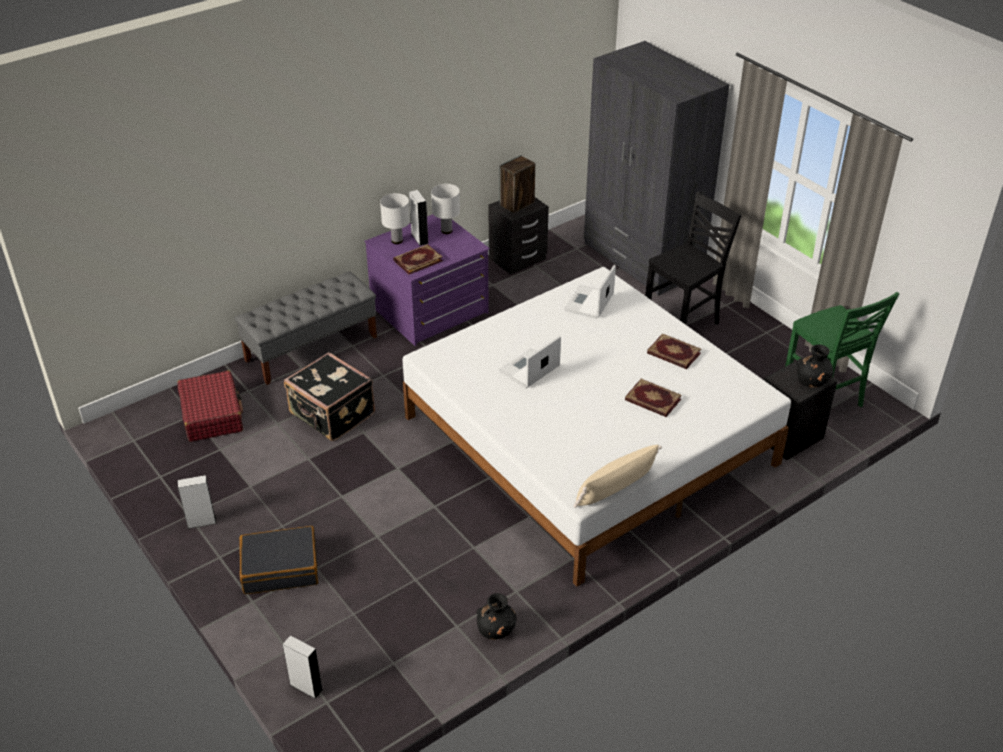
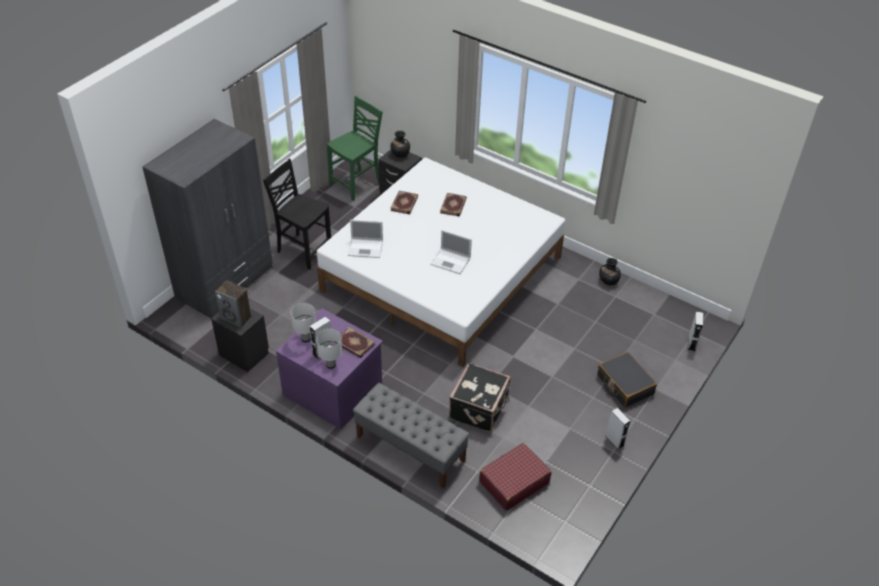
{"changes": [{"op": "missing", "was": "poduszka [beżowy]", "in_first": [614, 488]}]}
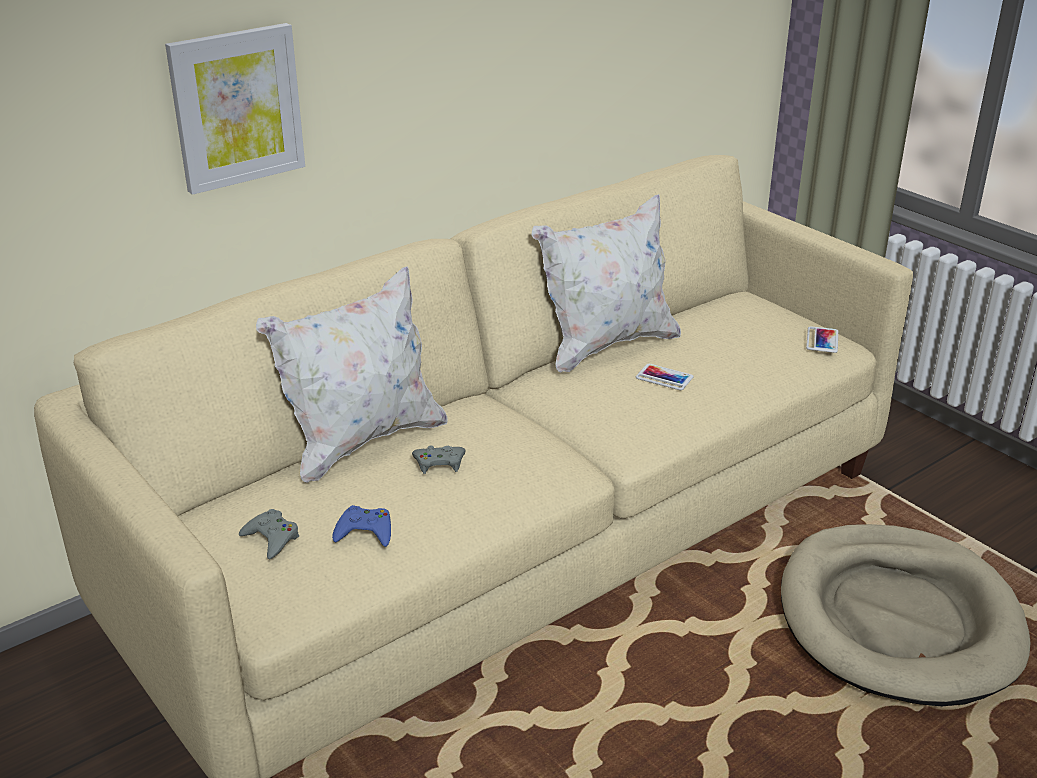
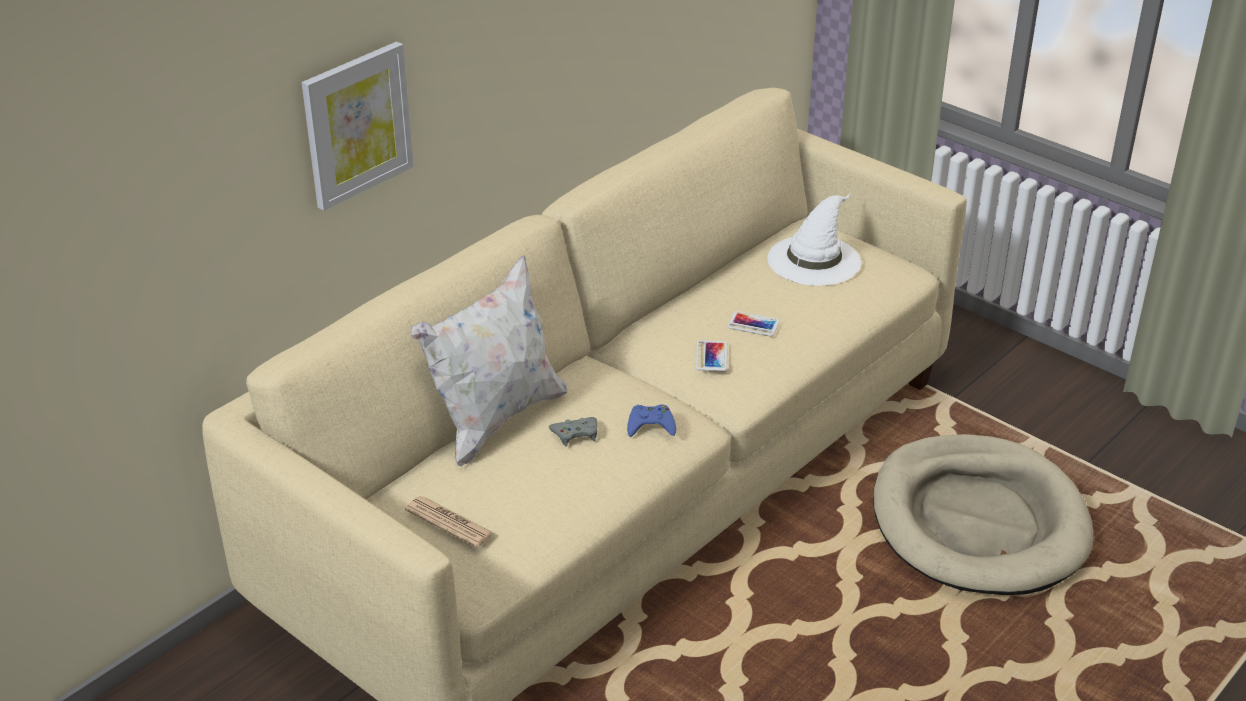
{"changes": [{"op": "exchanged", "was": "pad do gier [szary]", "now": "gazeta", "in_first": [271, 538], "in_second": [449, 522]}, {"op": "relocated", "was": "pad do gier [niebieski]", "in_first": [365, 532], "in_second": [651, 425]}, {"op": "missing", "was": "poduszka [biały]", "in_first": [606, 345]}, {"op": "relocated", "was": "telefon", "in_first": [822, 340], "in_second": [711, 356]}, {"op": "appeared", "now": "kapelusz [biały]", "in_second": [814, 259]}]}
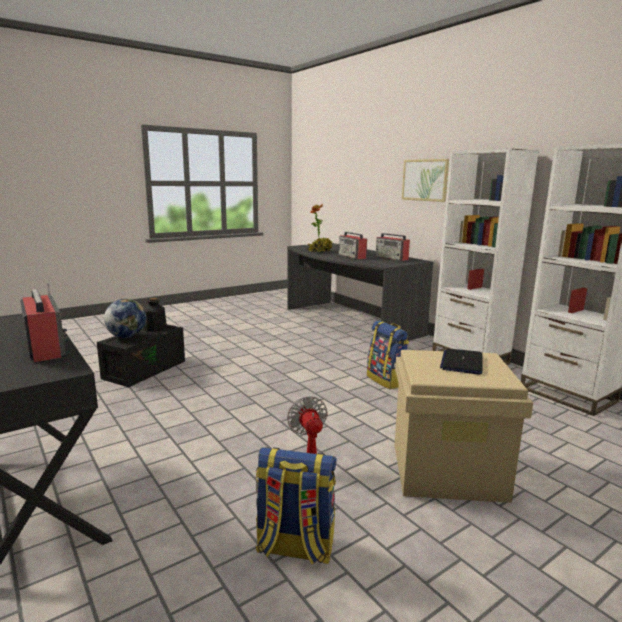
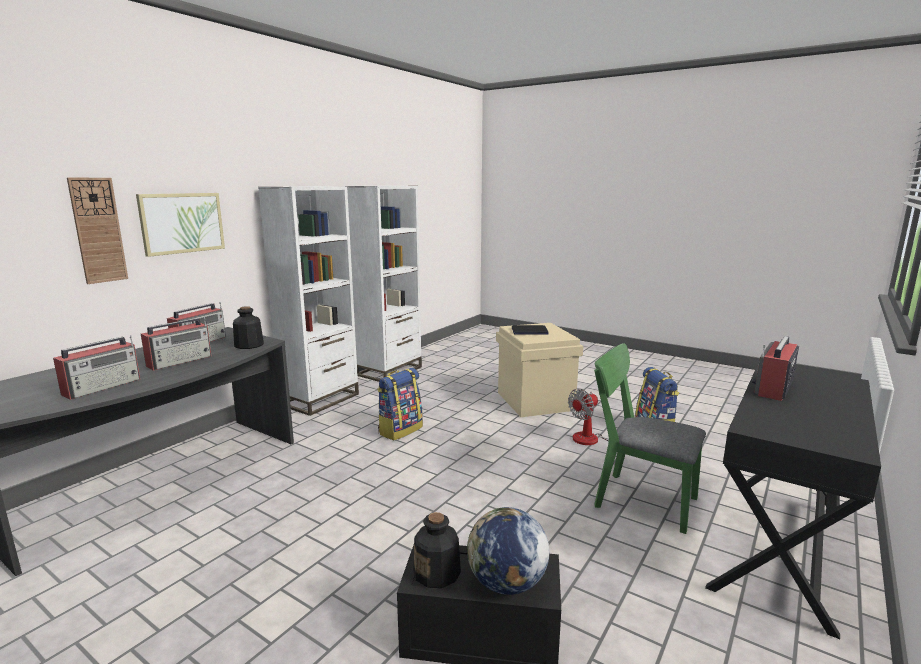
{"changes": [{"op": "exchanged", "was": "roślina doniczkowa", "now": "radio", "in_first": [320, 251], "in_second": [103, 387]}, {"op": "appeared", "now": "zegar ścienny", "in_second": [98, 230]}, {"op": "appeared", "now": "butelka", "in_second": [249, 345]}, {"op": "appeared", "now": "krzesło [zielony]", "in_second": [637, 499]}]}
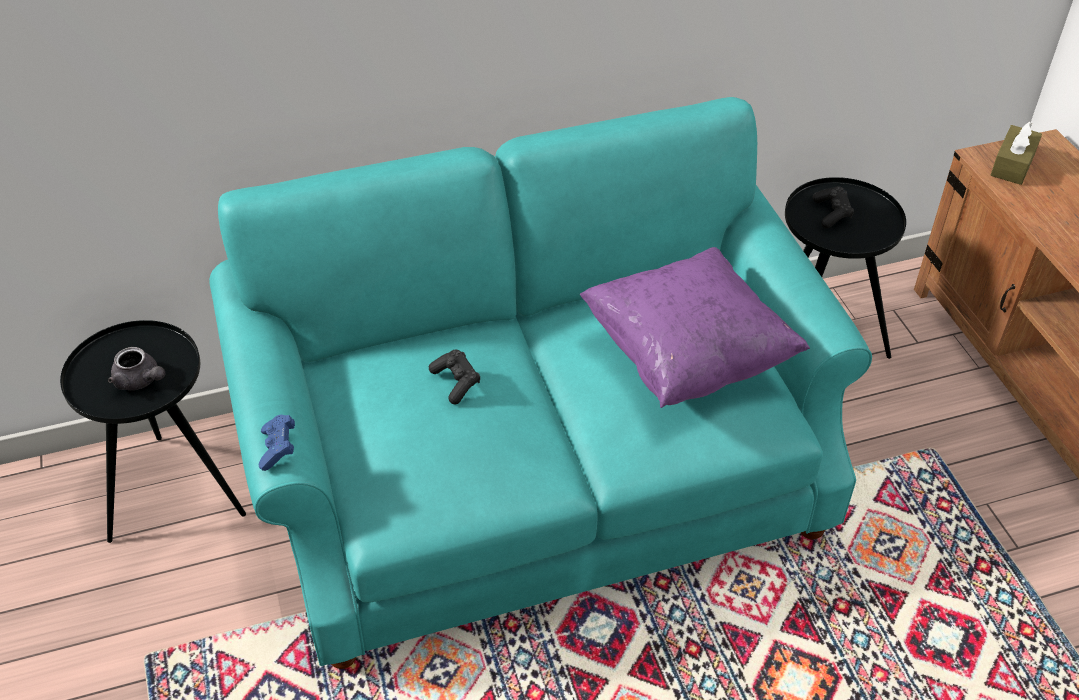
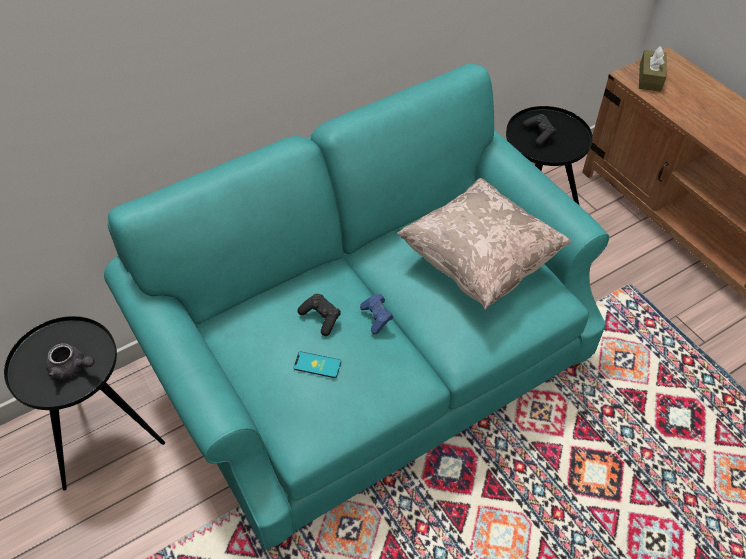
{"changes": [{"op": "relocated", "was": "pad do gier [niebieski]", "in_first": [278, 449], "in_second": [377, 318]}, {"op": "colour", "was": "poduszka [fioletowy]", "now": "poduszka [beżowy]", "in_first": [687, 356], "in_second": [479, 262]}, {"op": "appeared", "now": "telefon", "in_second": [317, 365]}]}
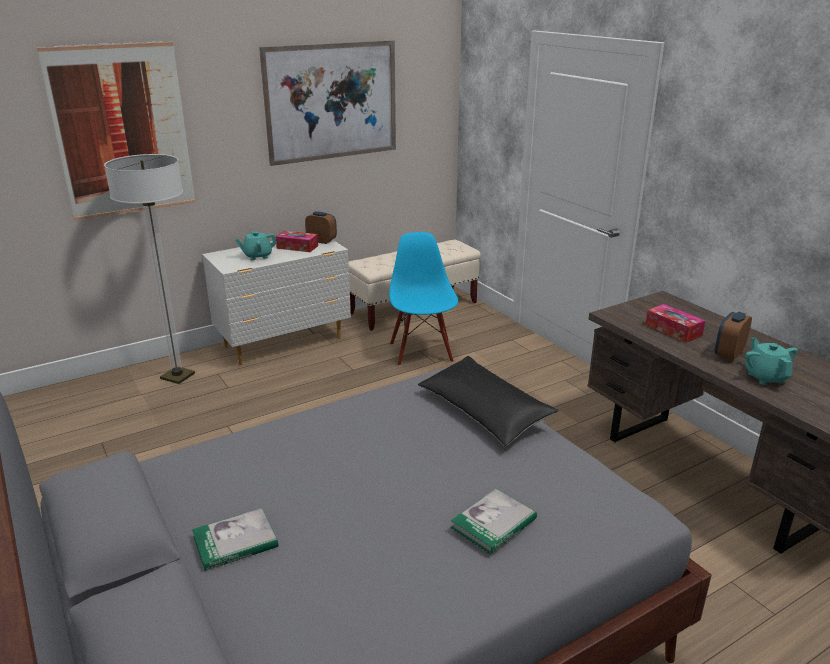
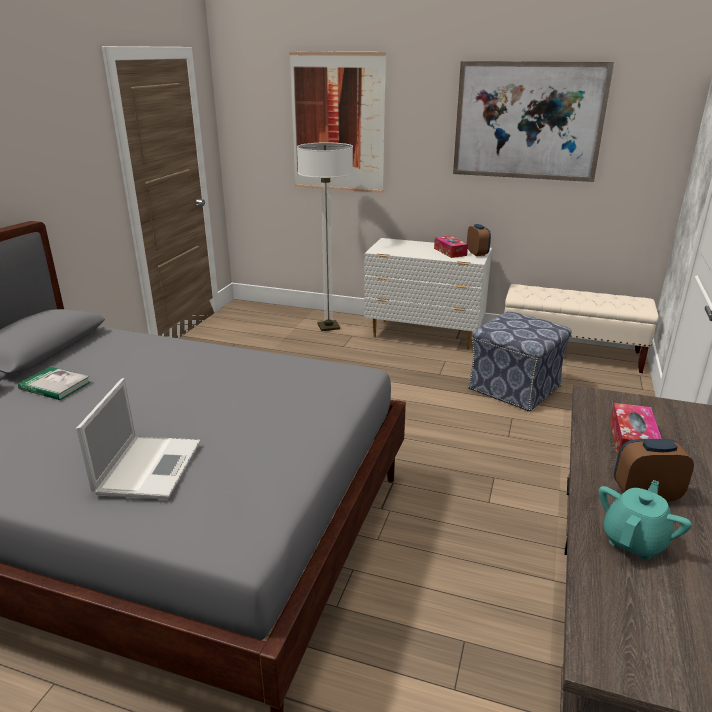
{"changes": [{"op": "missing", "was": "imbryk [turkusowy]", "in_first": [257, 256]}, {"op": "exchanged", "was": "krzesło [niebieski]", "now": "pufa", "in_first": [422, 352], "in_second": [515, 388]}, {"op": "missing", "was": "poduszka [czarny]", "in_first": [484, 411]}, {"op": "exchanged", "was": "książka", "now": "laptop", "in_first": [493, 523], "in_second": [149, 466]}]}
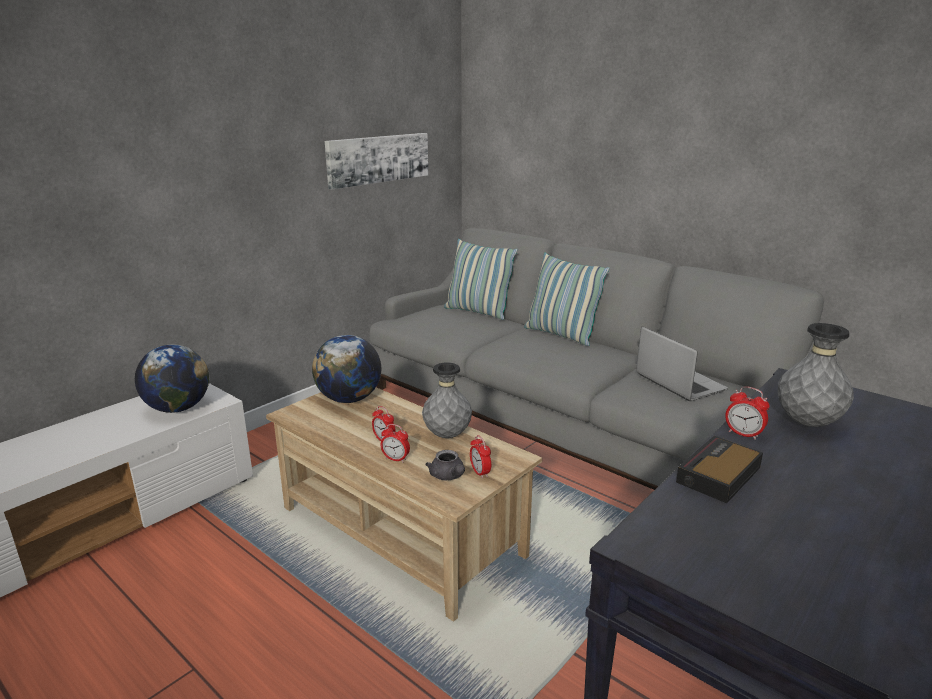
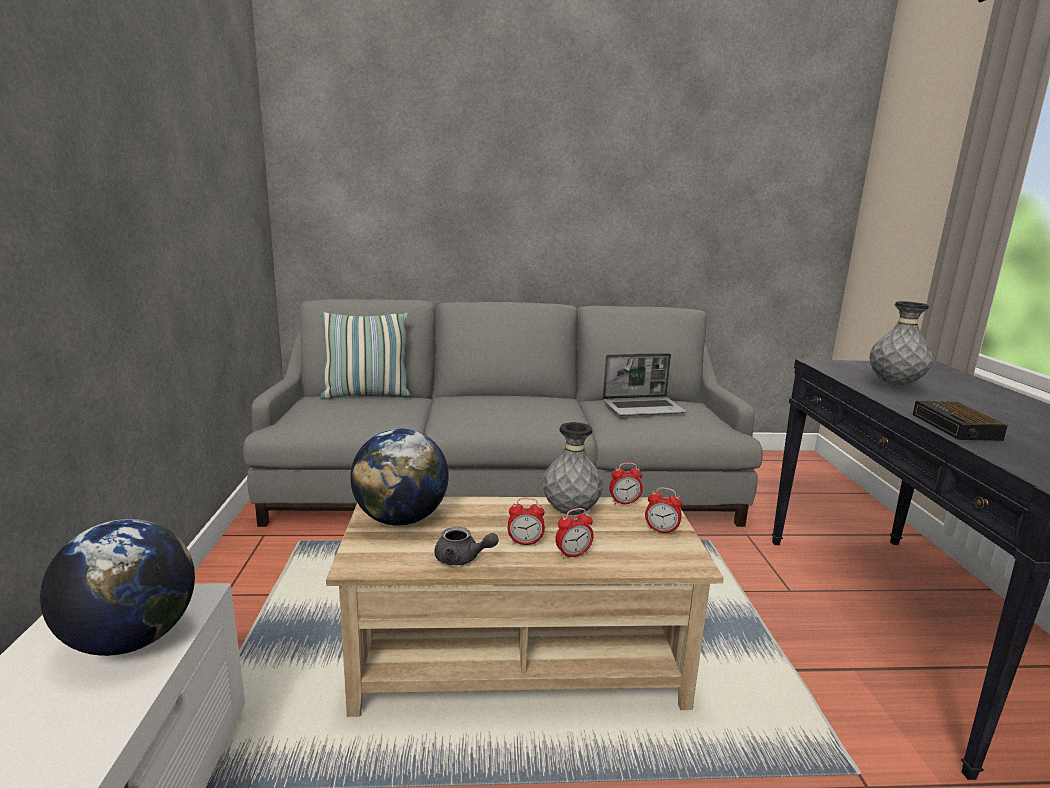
{"changes": [{"op": "missing", "was": "obraz", "in_first": [378, 159]}, {"op": "relocated", "was": "imbryk [szary]", "in_first": [448, 476], "in_second": [462, 559]}, {"op": "missing", "was": "poduszka", "in_first": [561, 334]}, {"op": "spun", "was": "laptop", "in_first": [678, 382], "in_second": [643, 408], "clockwise": 150}, {"op": "relocated", "was": "budzik", "in_first": [743, 434], "in_second": [624, 502]}]}
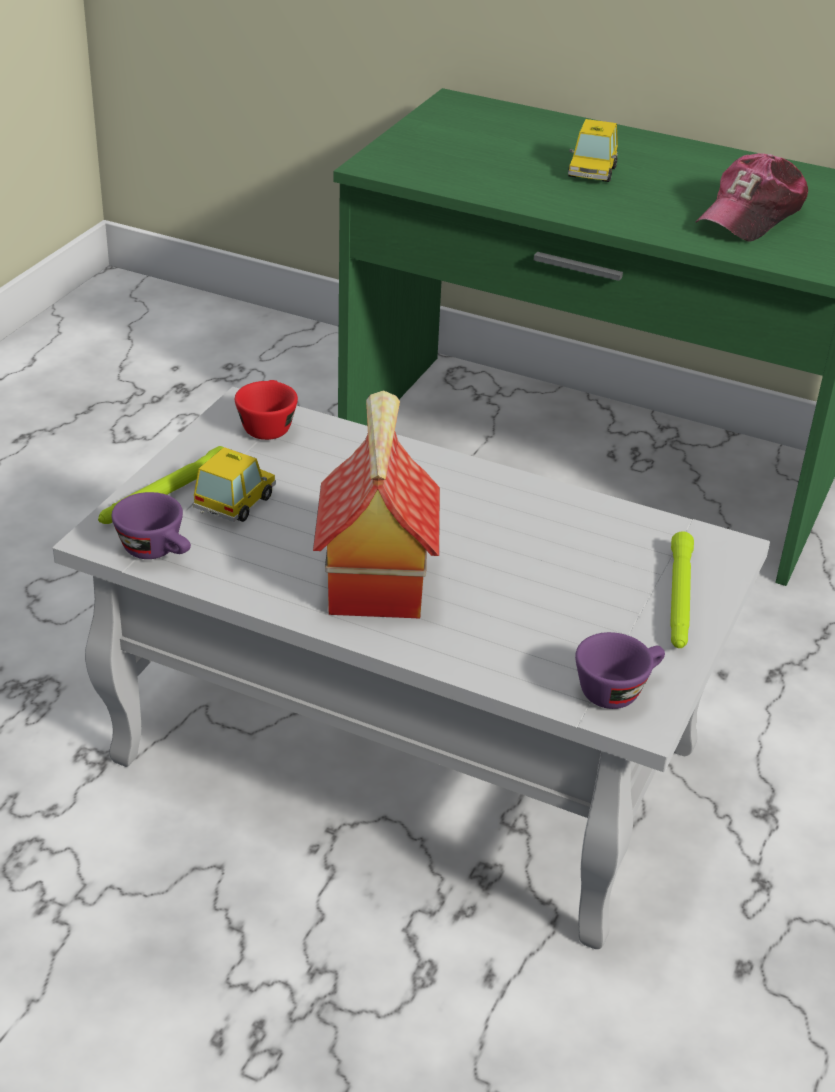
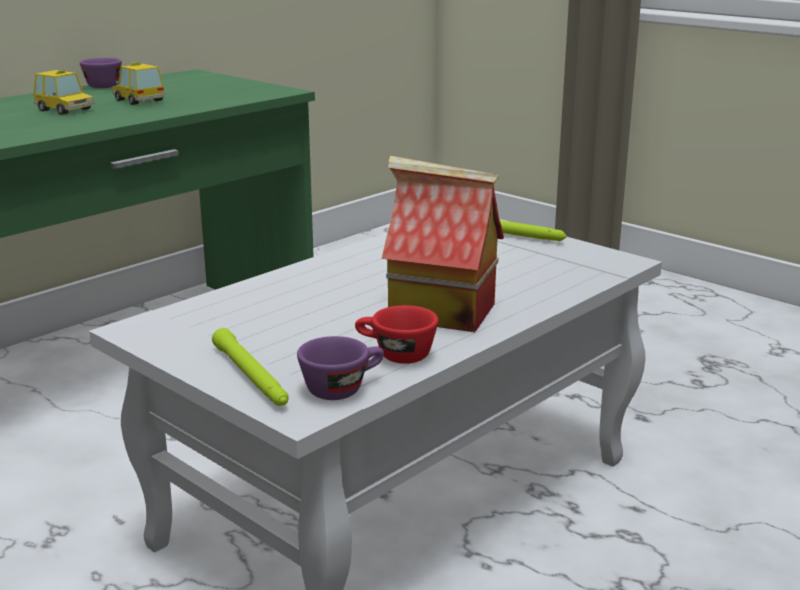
{"changes": [{"op": "relocated", "was": "samochodzik", "in_first": [235, 502], "in_second": [139, 100]}, {"op": "relocated", "was": "filiżanka [czerwony]", "in_first": [267, 425], "in_second": [395, 355]}, {"op": "relocated", "was": "filiżanka [fioletowy]", "in_first": [617, 689], "in_second": [103, 85]}, {"op": "missing", "was": "czapka z daszkiem", "in_first": [751, 215]}]}
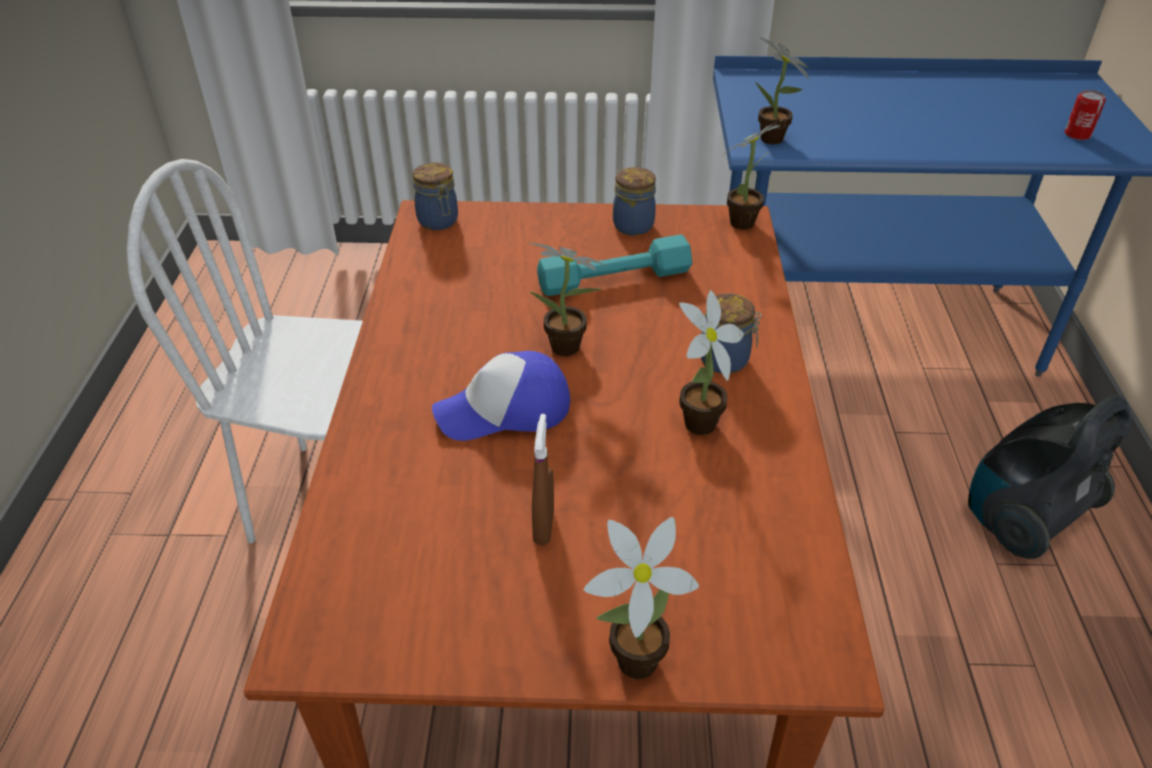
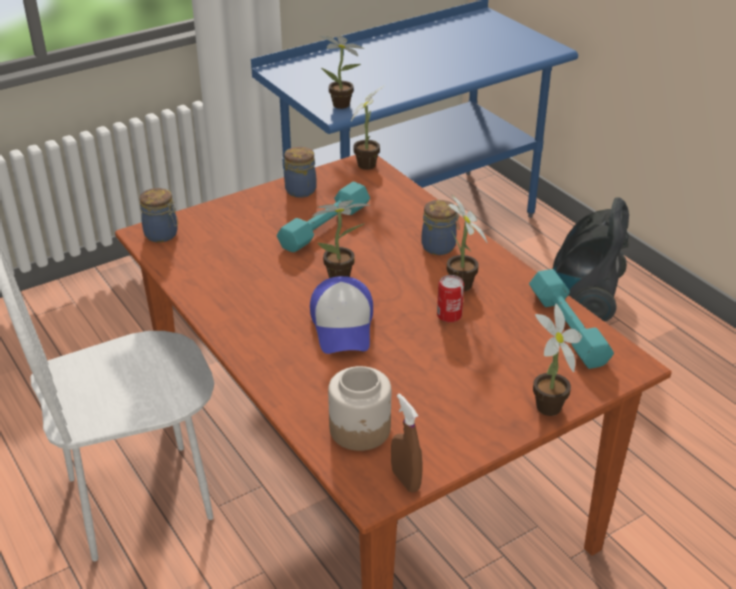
{"changes": [{"op": "spun", "was": "czapka z daszkiem", "in_first": [504, 410], "in_second": [343, 326], "clockwise": -45}, {"op": "relocated", "was": "spryskiwacz [brązowy]", "in_first": [543, 527], "in_second": [405, 480]}, {"op": "relocated", "was": "puszka", "in_first": [1077, 134], "in_second": [449, 315]}, {"op": "appeared", "now": "słoik", "in_second": [360, 430]}, {"op": "appeared", "now": "hantel [turkusowy]", "in_second": [568, 328]}]}
